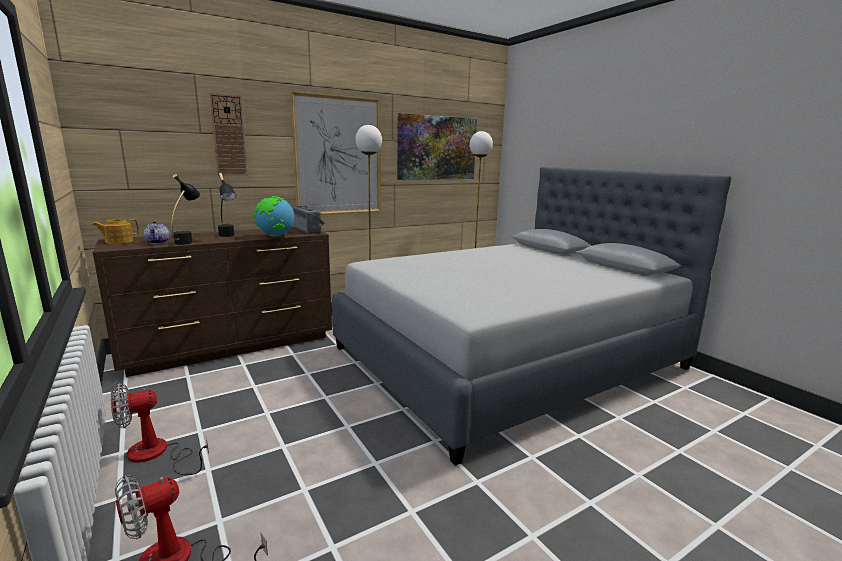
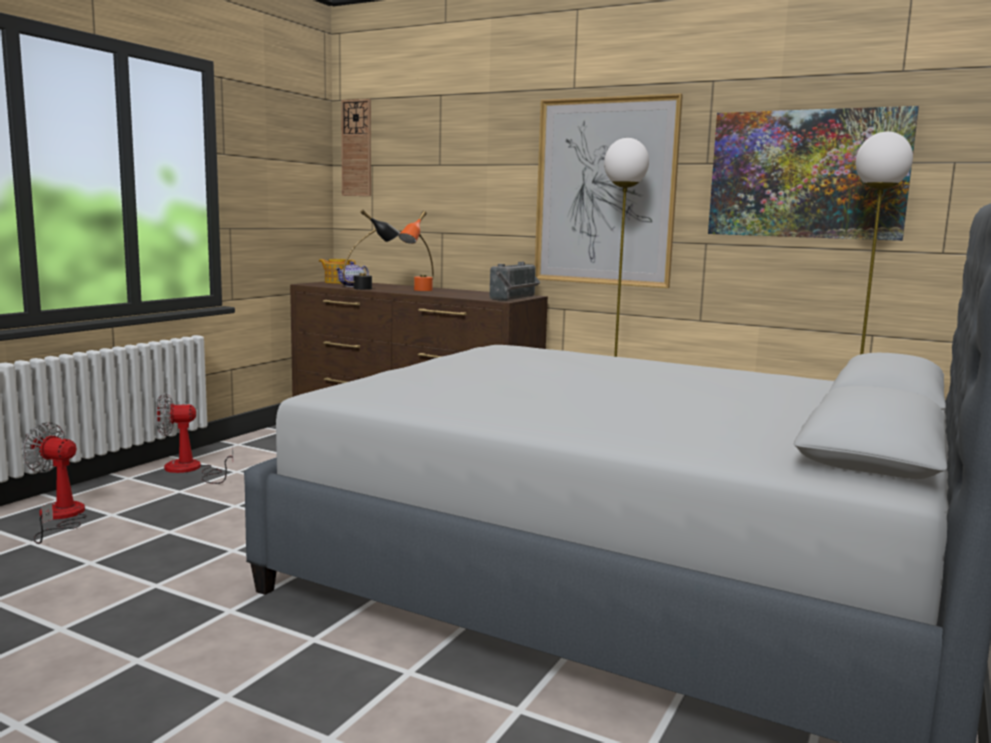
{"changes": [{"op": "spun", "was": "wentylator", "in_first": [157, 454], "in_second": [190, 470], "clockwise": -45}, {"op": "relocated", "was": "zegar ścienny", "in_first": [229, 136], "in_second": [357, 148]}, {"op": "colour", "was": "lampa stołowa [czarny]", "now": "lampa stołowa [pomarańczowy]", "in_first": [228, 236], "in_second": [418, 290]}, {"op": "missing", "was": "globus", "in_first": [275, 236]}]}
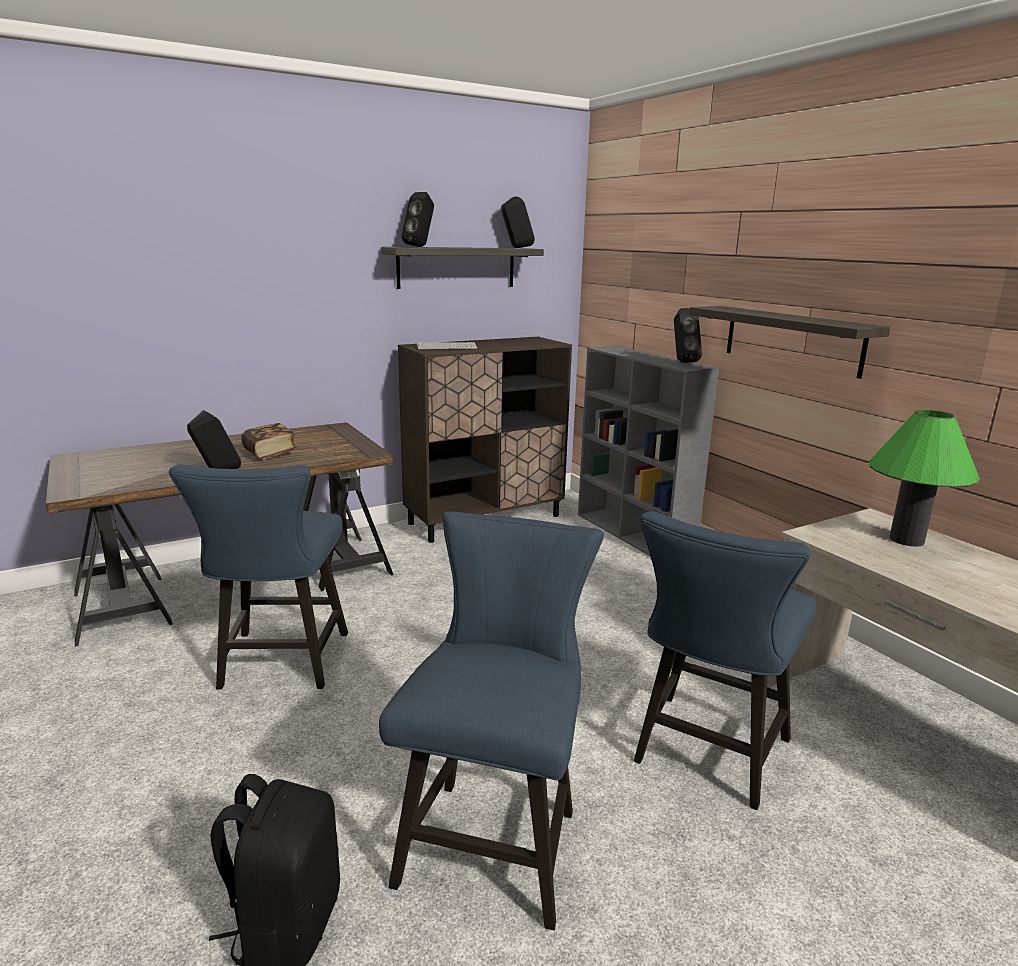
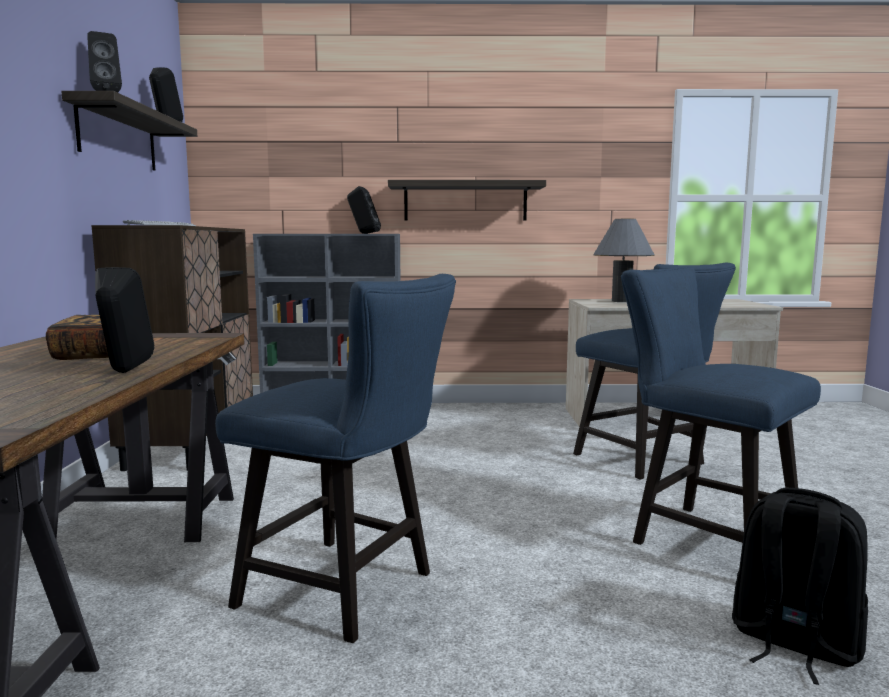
{"changes": [{"op": "colour", "was": "lampa stołowa [zielony]", "now": "lampa stołowa [szary]", "in_first": [906, 540], "in_second": [621, 301]}]}
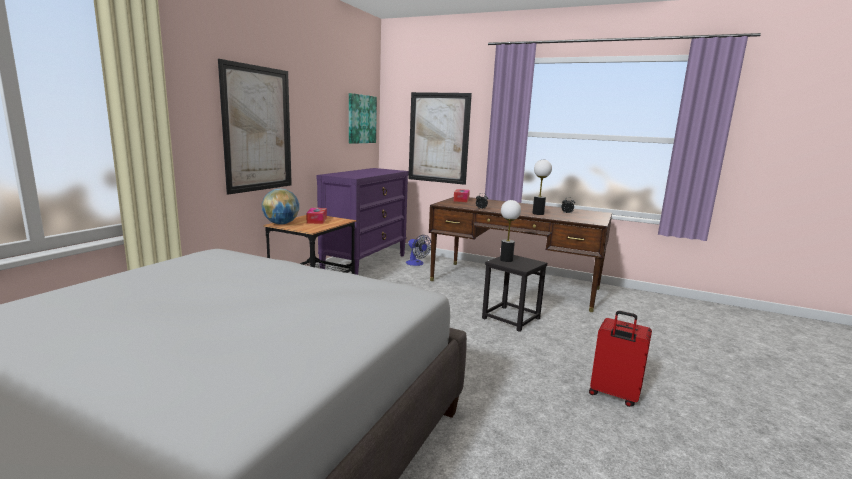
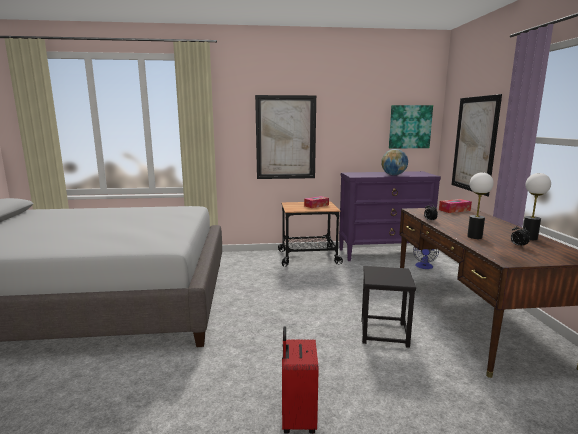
{"changes": [{"op": "relocated", "was": "globus", "in_first": [281, 224], "in_second": [393, 175]}, {"op": "relocated", "was": "lampa stołowa", "in_first": [506, 260], "in_second": [529, 238]}]}
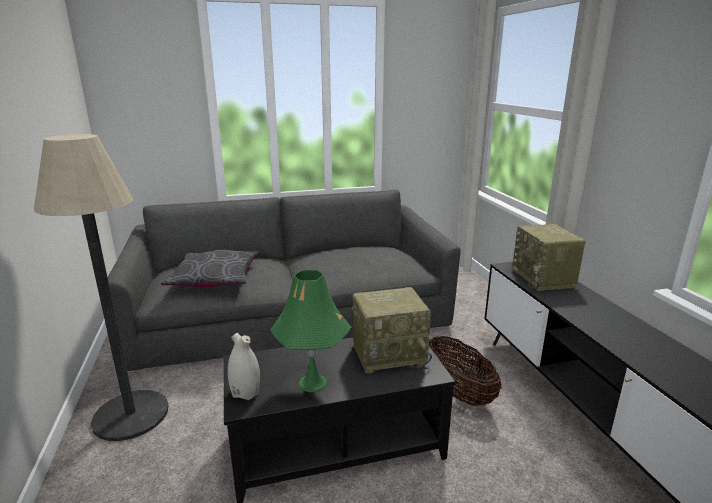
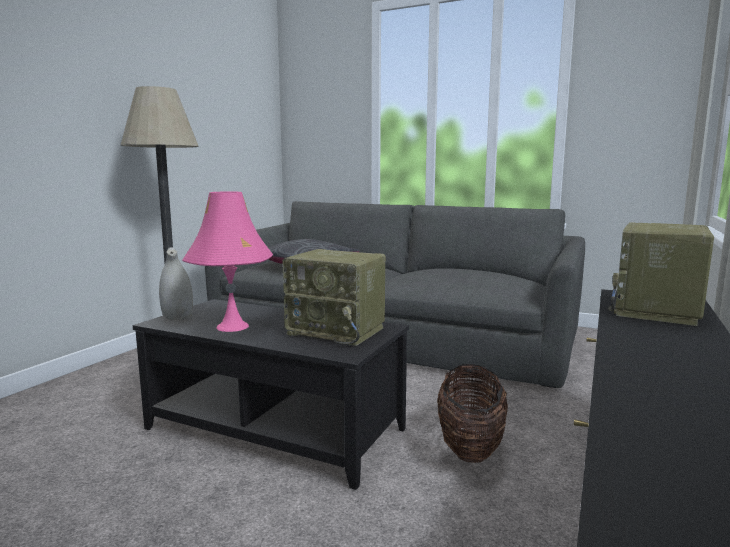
{"changes": [{"op": "colour", "was": "lampa stołowa [zielony]", "now": "lampa stołowa [różowy]", "in_first": [313, 383], "in_second": [232, 327]}]}
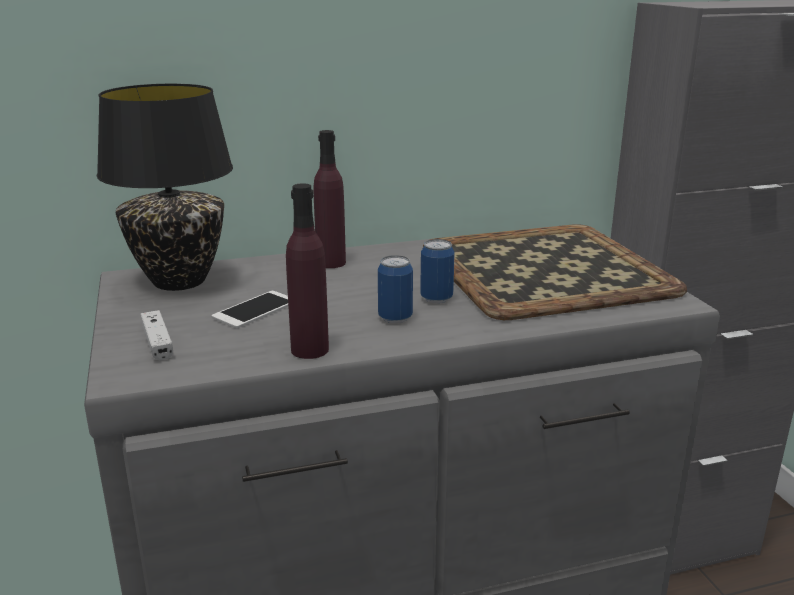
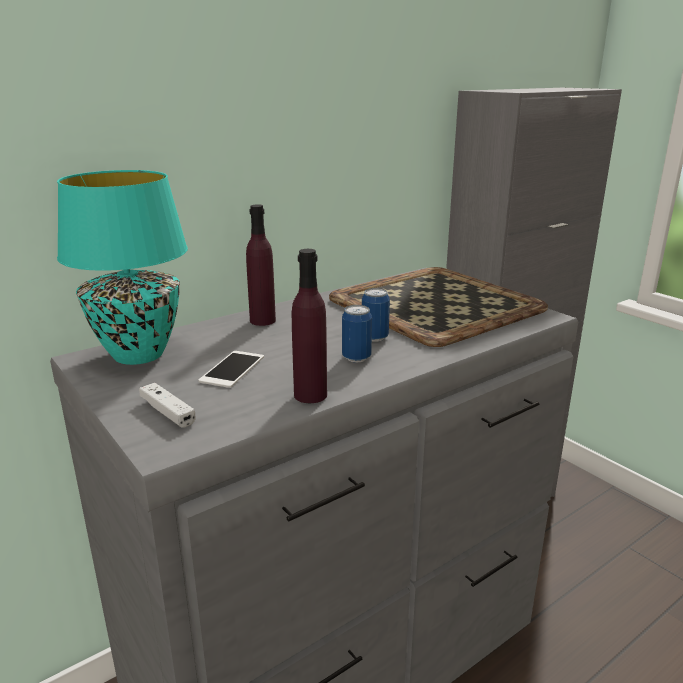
{"changes": [{"op": "colour", "was": "lampa stołowa [czarny]", "now": "lampa stołowa [turkusowy]", "in_first": [180, 281], "in_second": [139, 355]}]}
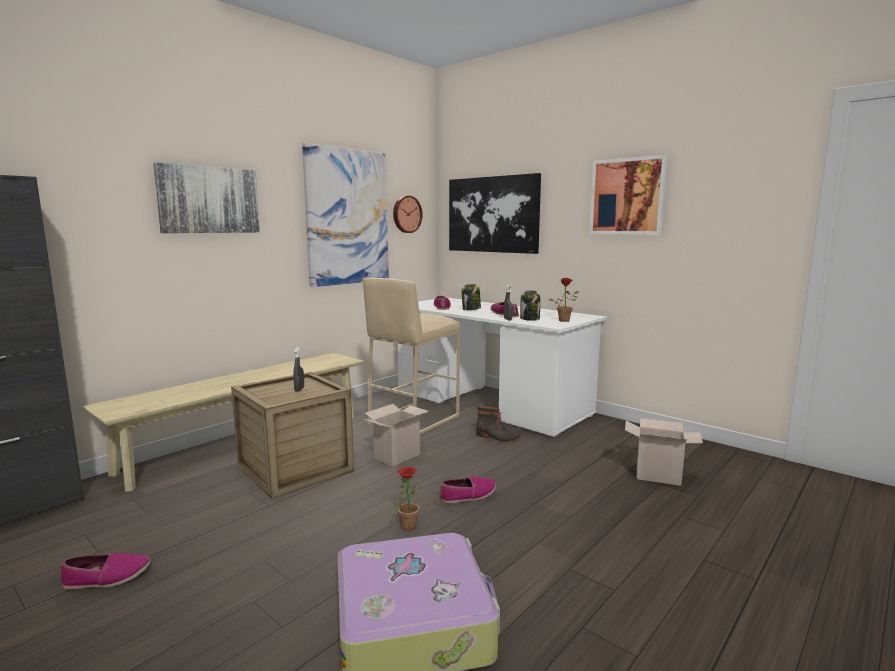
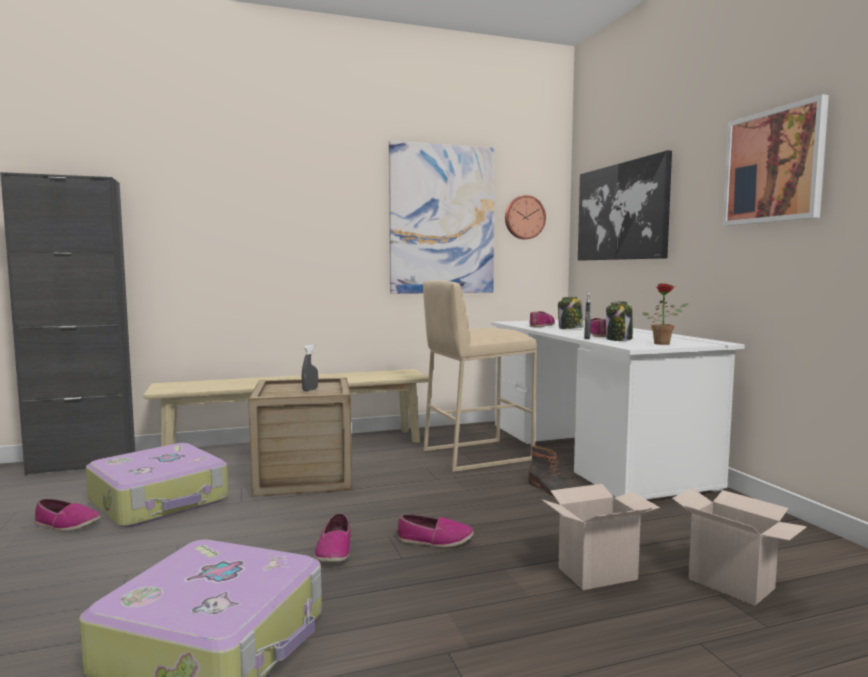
{"changes": [{"op": "missing", "was": "obraz", "in_first": [209, 200]}, {"op": "relocated", "was": "karton", "in_first": [397, 455], "in_second": [598, 572]}, {"op": "exchanged", "was": "roślina doniczkowa", "now": "but", "in_first": [406, 524], "in_second": [334, 550]}, {"op": "appeared", "now": "walizka", "in_second": [160, 500]}]}
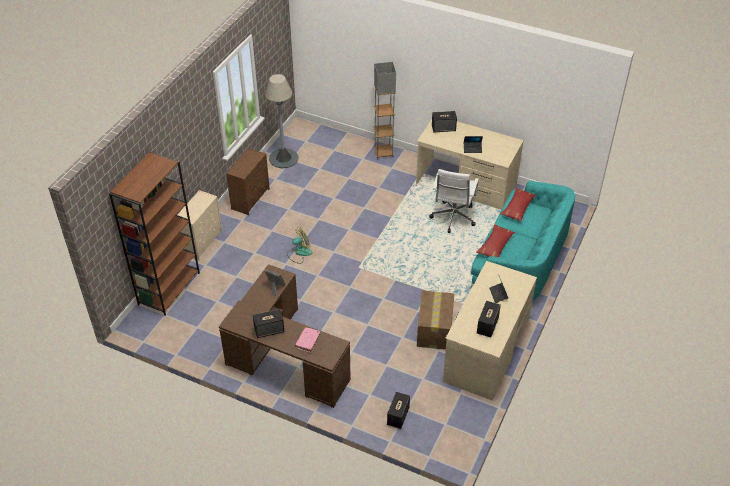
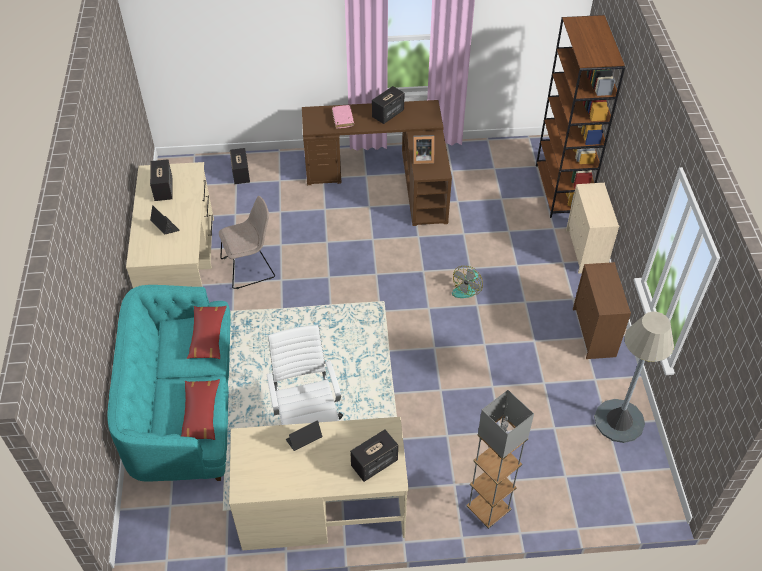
{"changes": [{"op": "exchanged", "was": "karton", "now": "krzesło [beżowy]", "in_first": [434, 329], "in_second": [250, 267]}]}
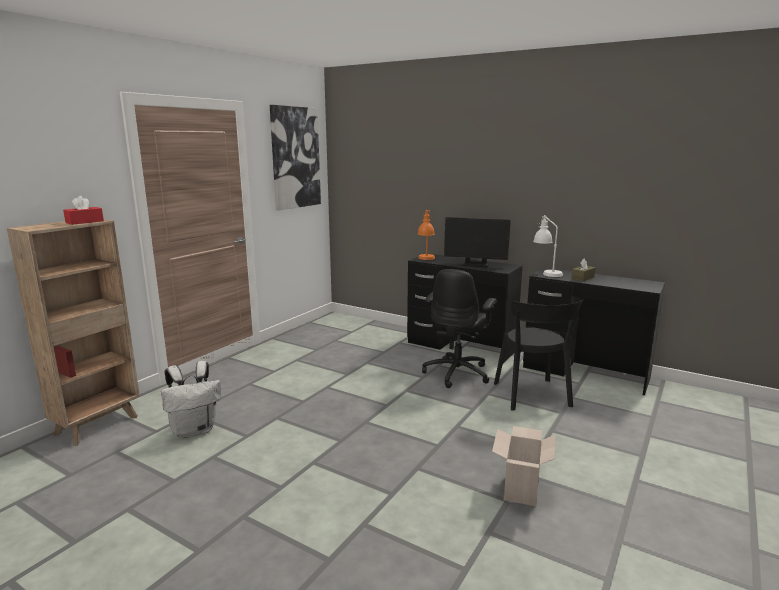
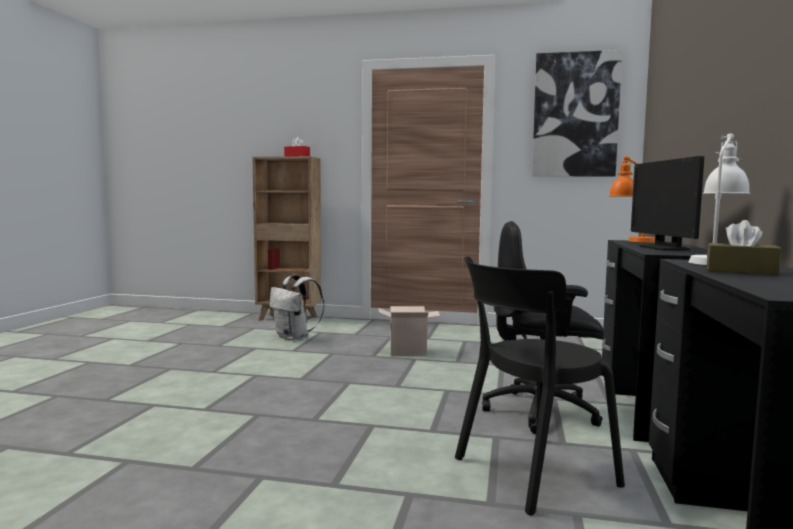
{"changes": [{"op": "relocated", "was": "karton", "in_first": [520, 488], "in_second": [409, 351]}]}
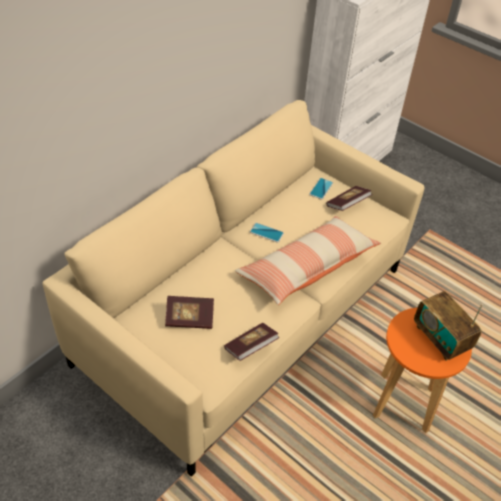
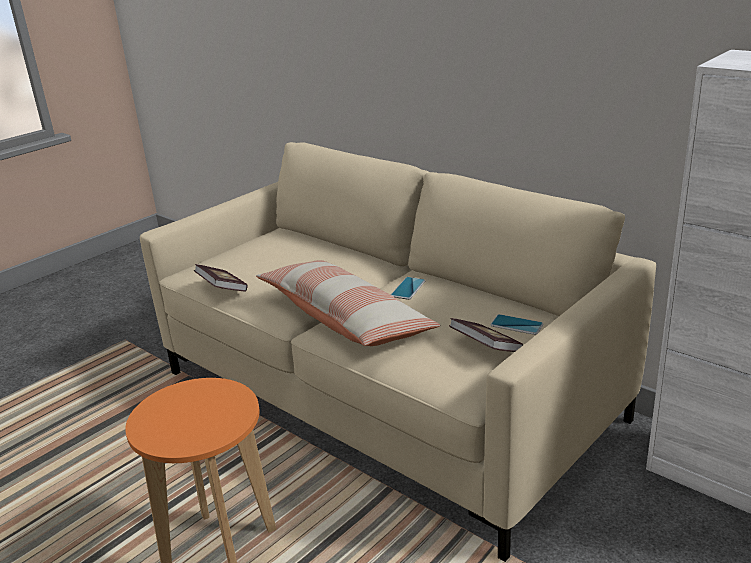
{"changes": [{"op": "missing", "was": "książka", "in_first": [189, 319]}, {"op": "missing", "was": "radio", "in_first": [441, 338]}]}
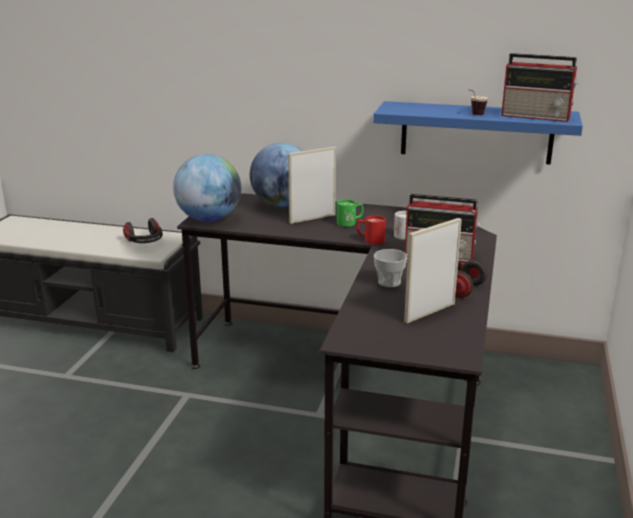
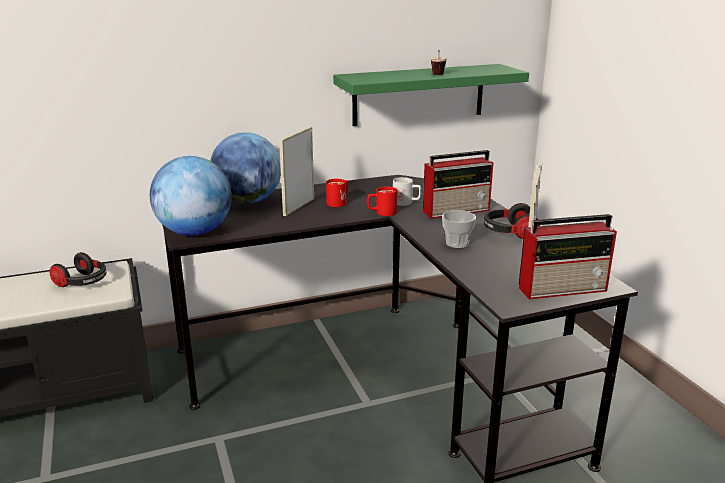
{"changes": [{"op": "colour", "was": "kubek [zielony]", "now": "kubek [czerwony]", "in_first": [350, 222], "in_second": [339, 202]}, {"op": "colour", "was": "półka [niebieski]", "now": "półka [zielony]", "in_first": [476, 132], "in_second": [419, 94]}, {"op": "relocated", "was": "radio", "in_first": [537, 116], "in_second": [564, 288]}]}
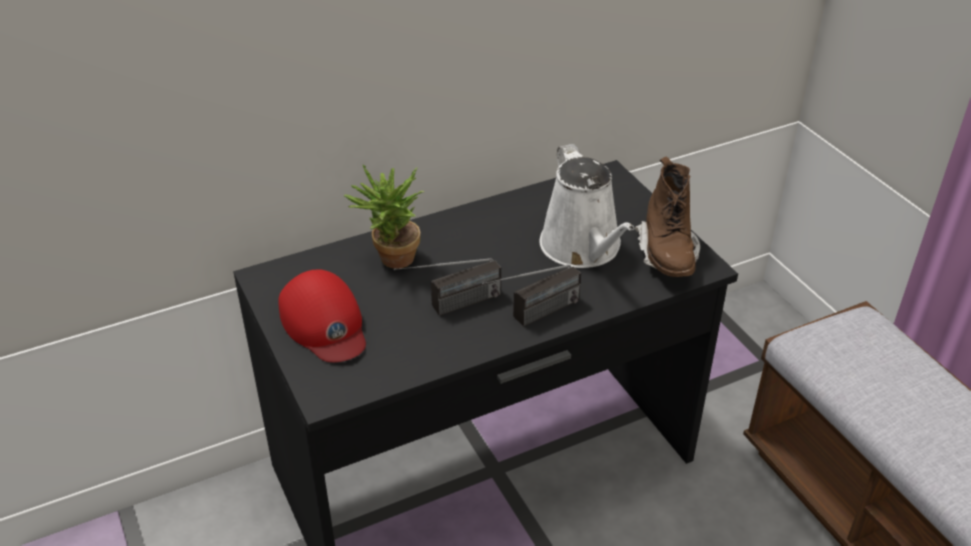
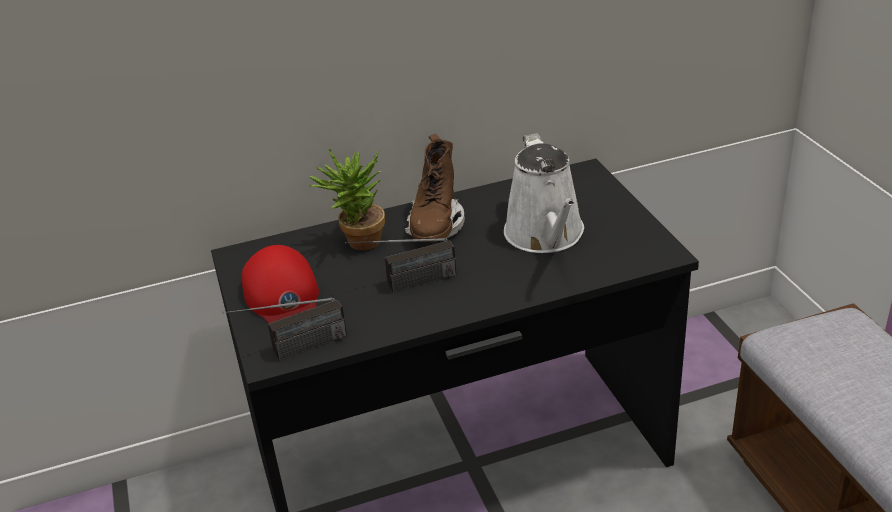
{"changes": [{"op": "relocated", "was": "radio", "in_first": [532, 317], "in_second": [292, 351]}, {"op": "relocated", "was": "but z cholewką [brązowy]", "in_first": [667, 254], "in_second": [435, 226]}]}
